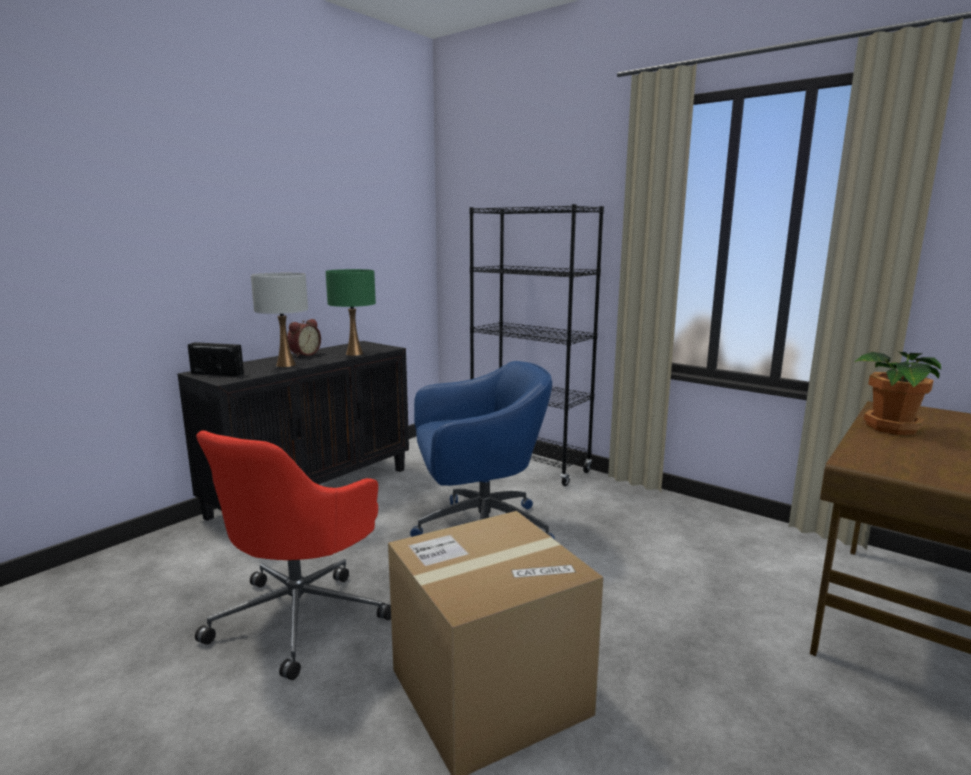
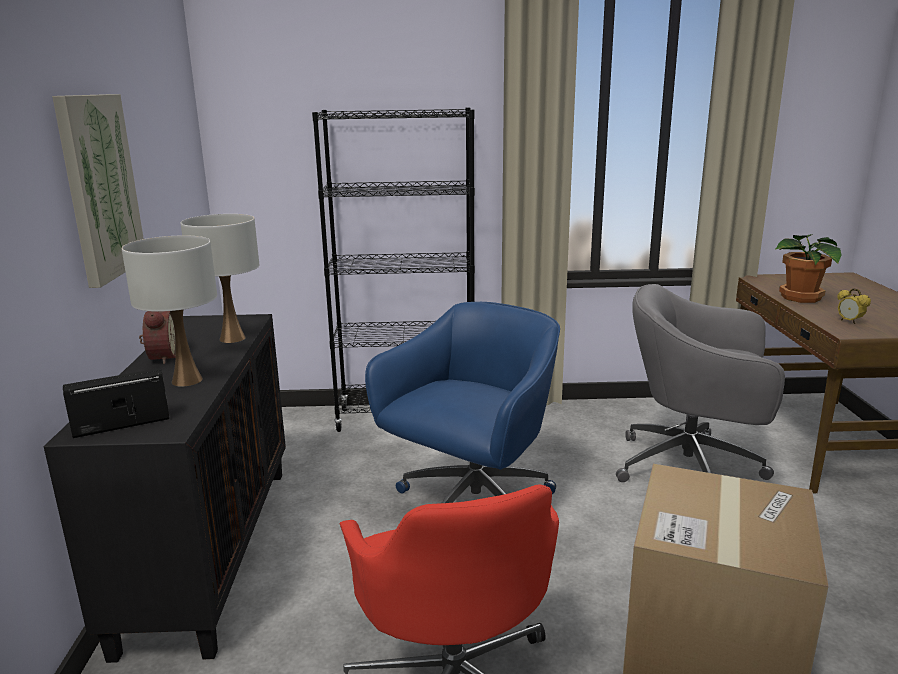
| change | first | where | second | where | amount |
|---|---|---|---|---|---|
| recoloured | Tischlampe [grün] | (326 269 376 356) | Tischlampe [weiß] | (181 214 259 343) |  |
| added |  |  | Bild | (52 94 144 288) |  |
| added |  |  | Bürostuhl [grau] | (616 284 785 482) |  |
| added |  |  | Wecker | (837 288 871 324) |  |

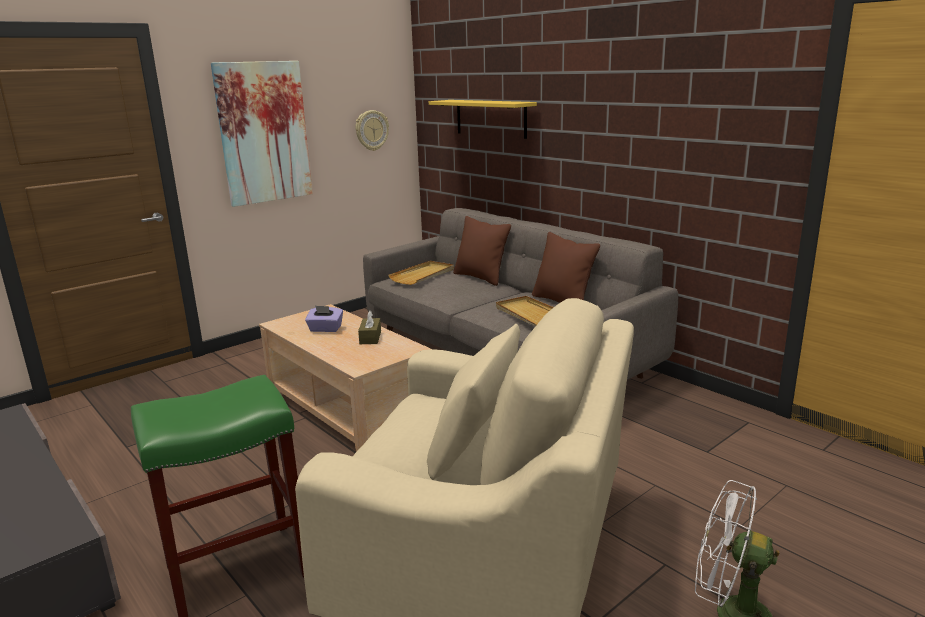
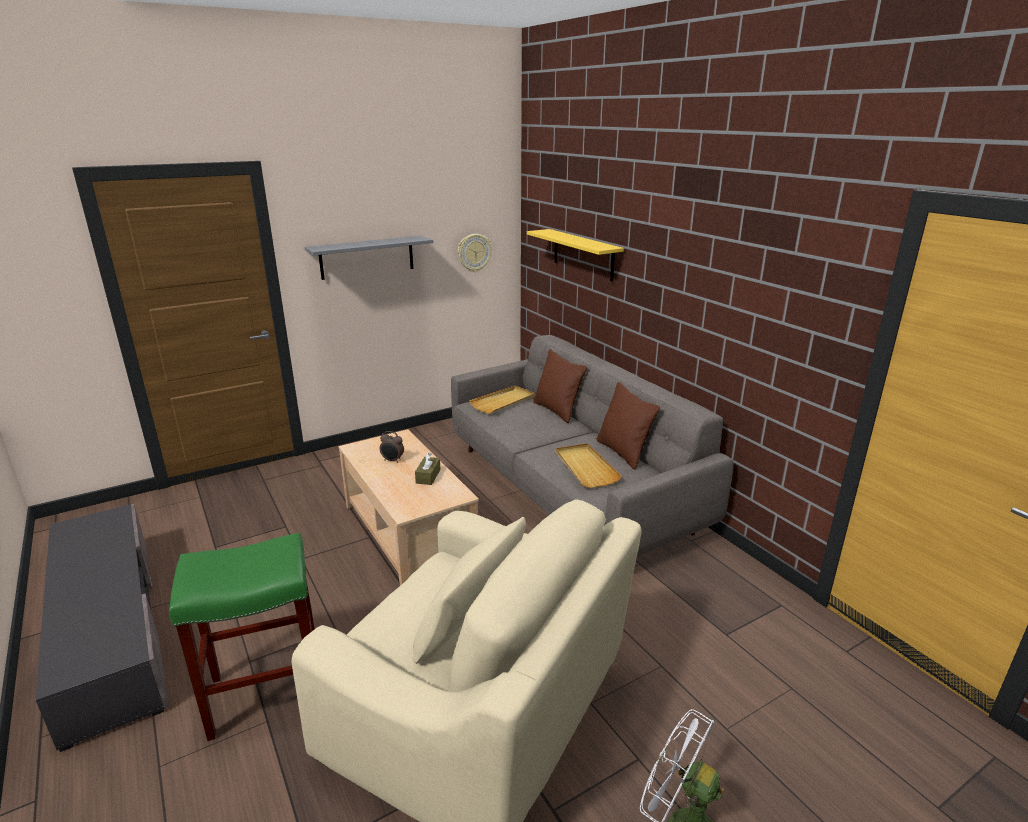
| change | first | where | second | where | amount |
|---|---|---|---|---|---|
| replaced | Bild | (211 61 313 207) | Wandregal [grau] | (304 236 433 280) |  |
| replaced | Taschentuchbox [lila] | (305 306 343 332) | Wecker | (380 431 404 463) |  |

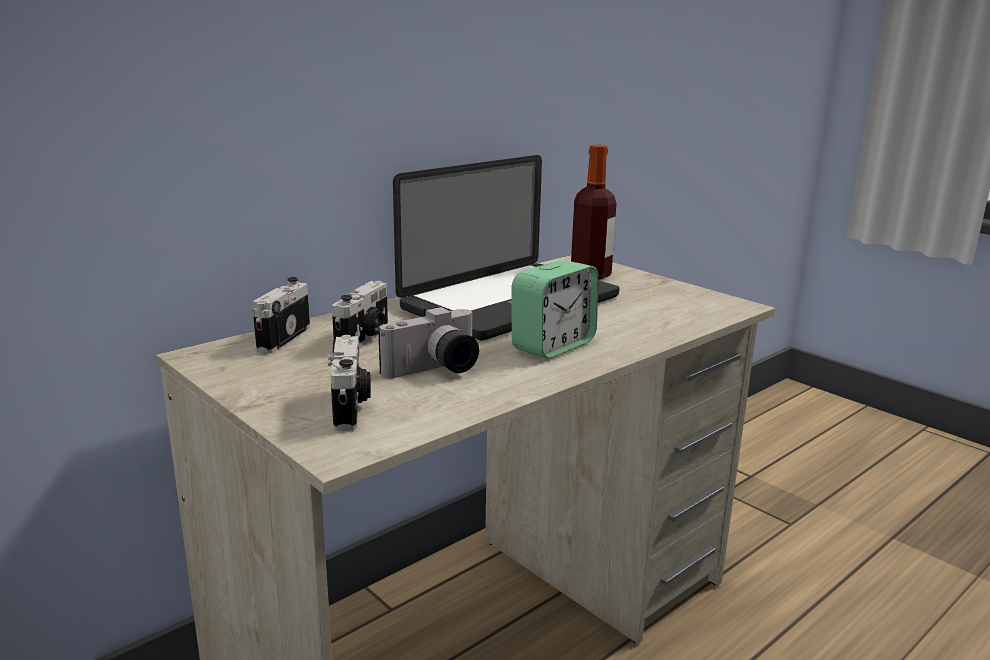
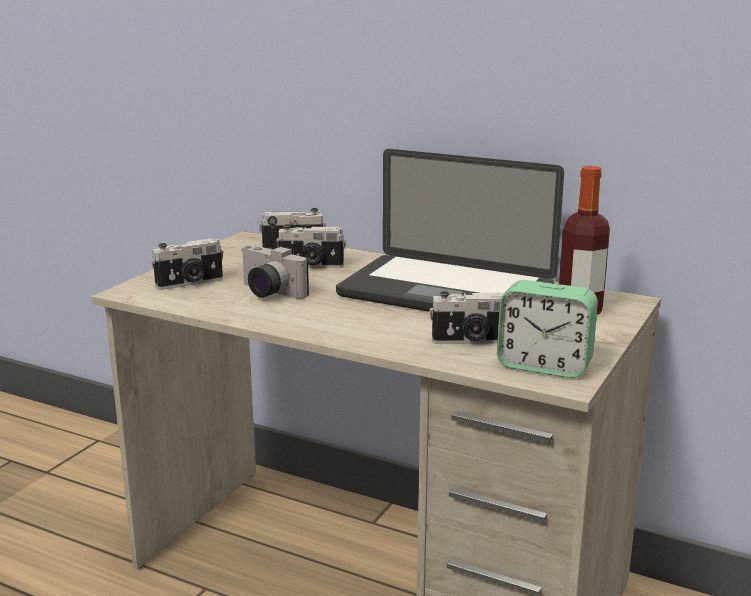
| change | first | where | second | where | amount |
|---|---|---|---|---|---|
| moved | Wecker | (512 260 599 359) |  | (497 280 598 378) |  |
| added |  |  | Kamera | (430 291 504 344) |  |

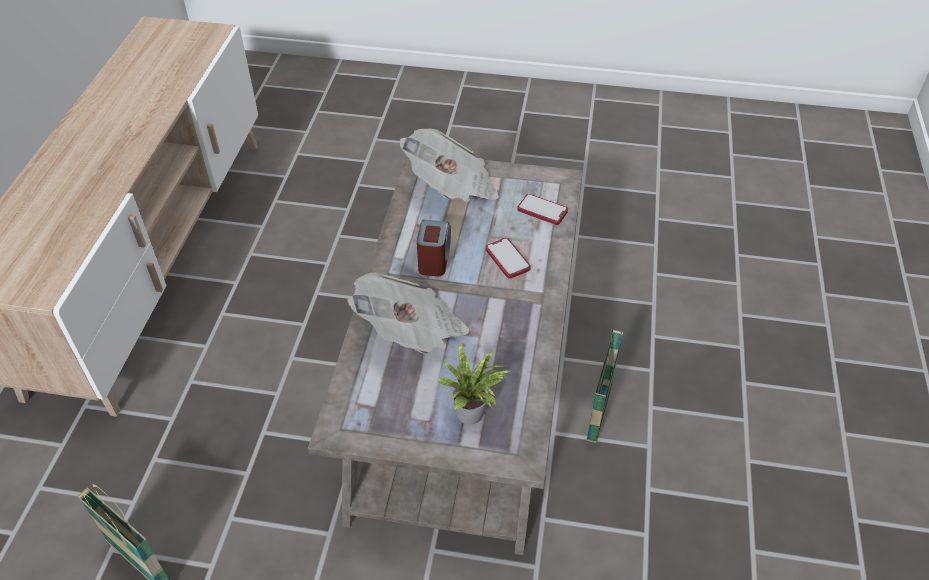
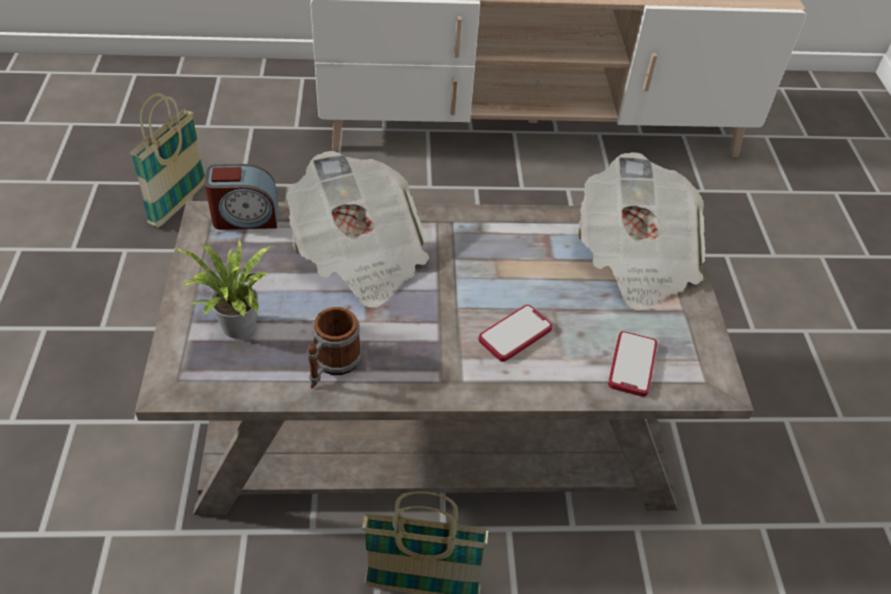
| change | first | where | second | where | amount |
|---|---|---|---|---|---|
| moved | Wecker | (417 220 451 276) |  | (204 164 278 230) |  |
| added |  |  | Henkelbecher | (307 307 362 389) |  |

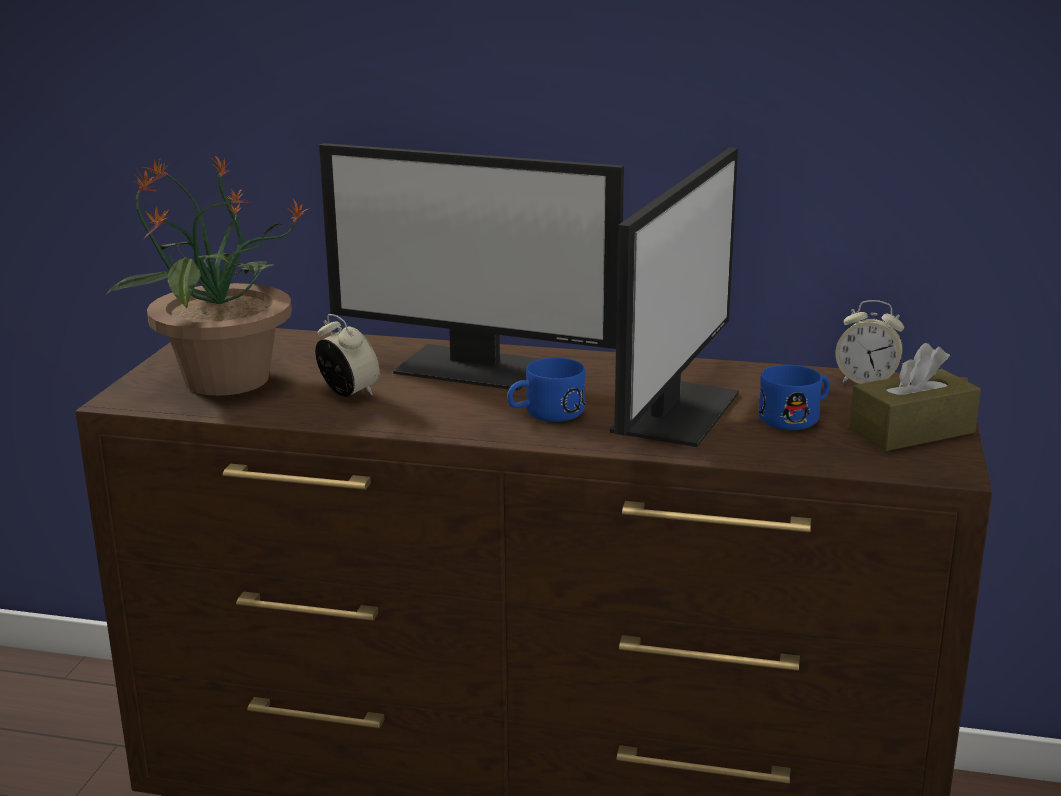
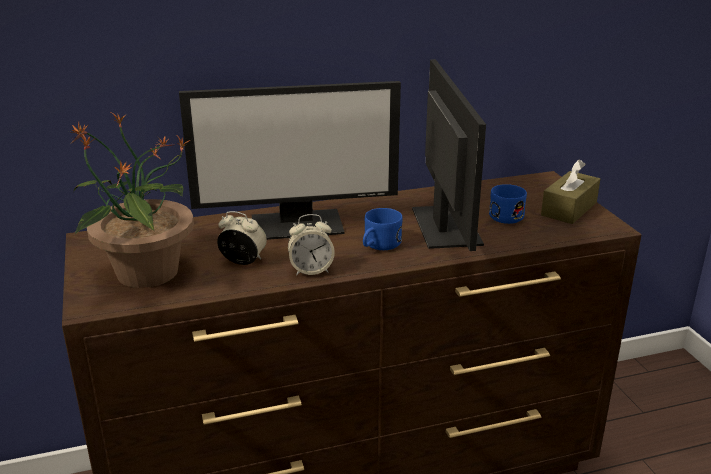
| change | first | where | second | where | amount |
|---|---|---|---|---|---|
| moved | Wecker | (836 300 904 384) |  | (288 214 335 276) |  |

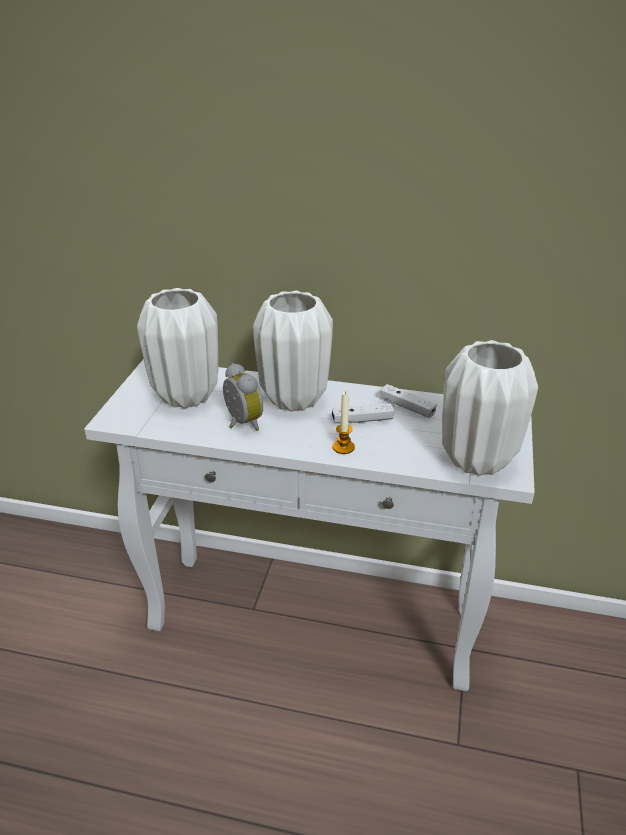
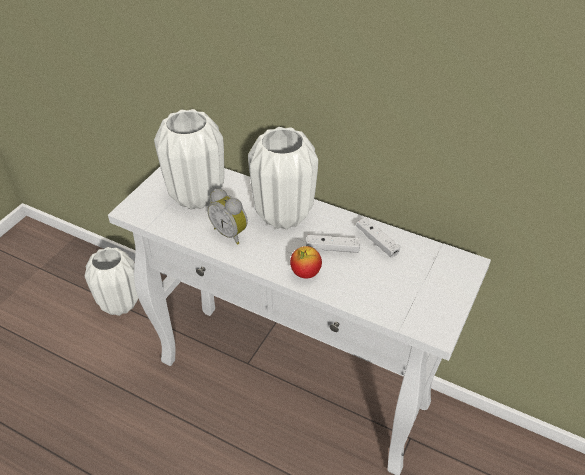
| change | first | where | second | where | amount |
|---|---|---|---|---|---|
| moved | Vase [weiß] | (442 340 538 476) |  | (84 247 138 316) |  |
| turned | Wecker | (223 363 263 431) |  | (207 189 248 245) | 150 degrees clockwise |
| replaced | Kerze | (333 392 355 454) | Apfel | (290 246 322 278) |  |

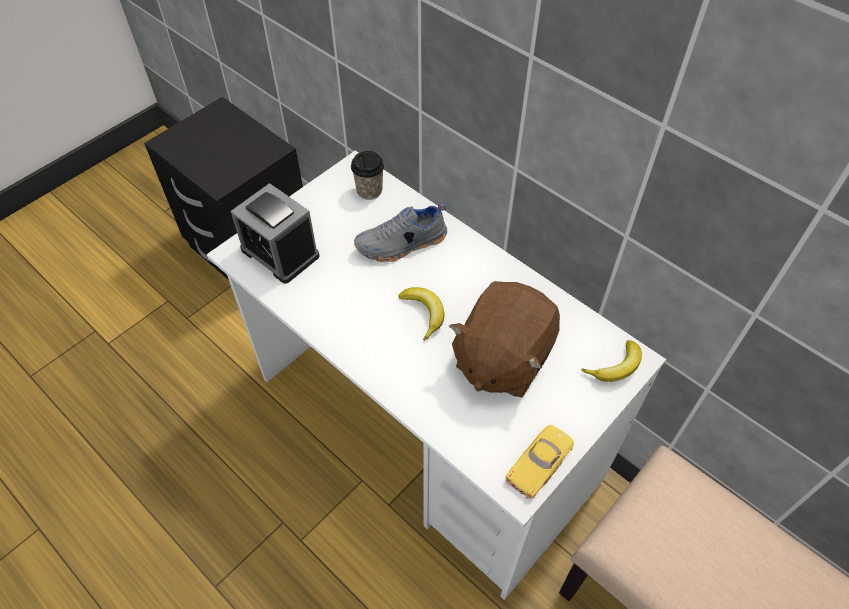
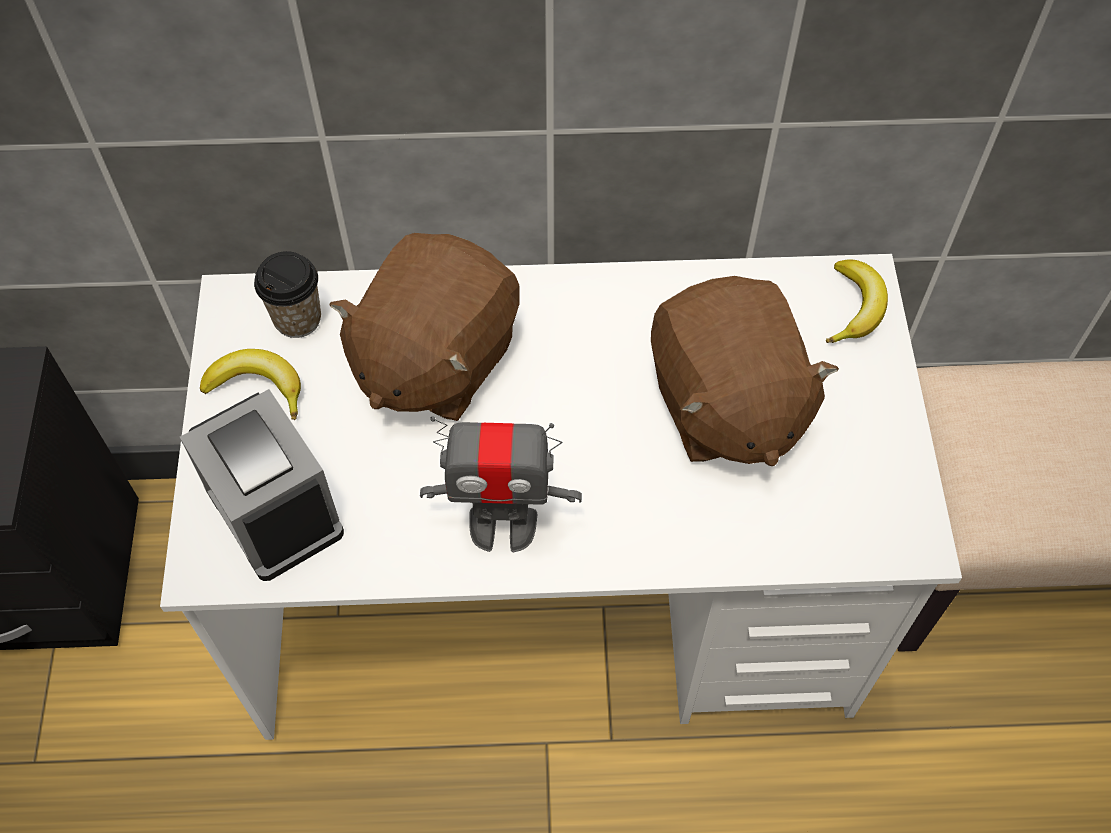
| change | first | where | second | where | amount |
|---|---|---|---|---|---|
| turned | Wecker | (231 183 320 284) |  | (180 389 344 581) | 60 degrees clockwise |
| replaced | Schuh [grau] | (354 203 447 262) | Plüschtier [braun] | (329 233 520 421) |  |
| moved | Banane | (399 287 444 341) |  | (200 349 301 420) |  |
| removed | Spielzeugauto [gelb] | (505 424 574 499) |  |  |  |
| added |  |  | Spielzeugroboter | (420 416 582 552) |  |

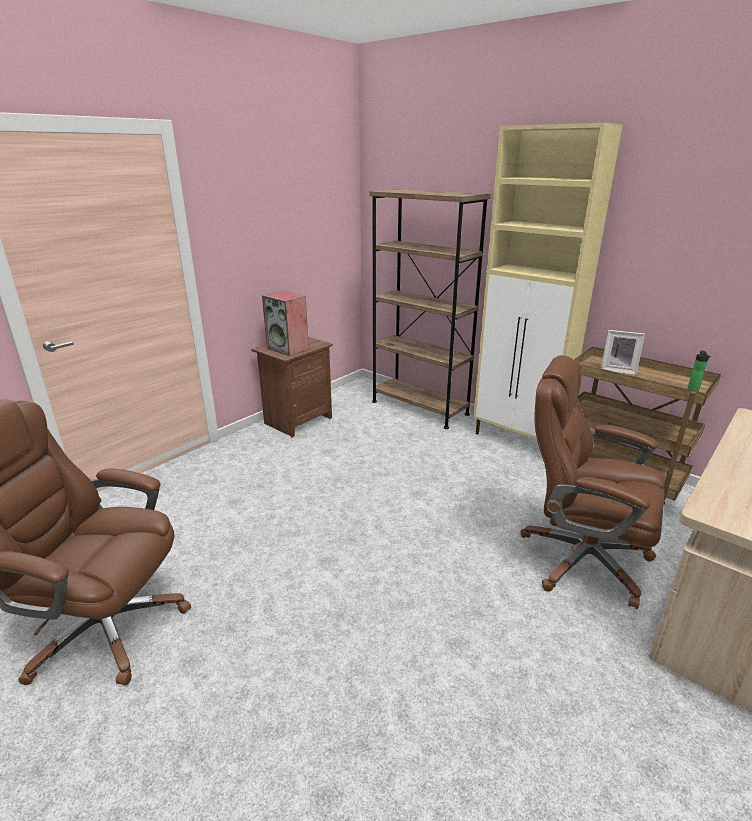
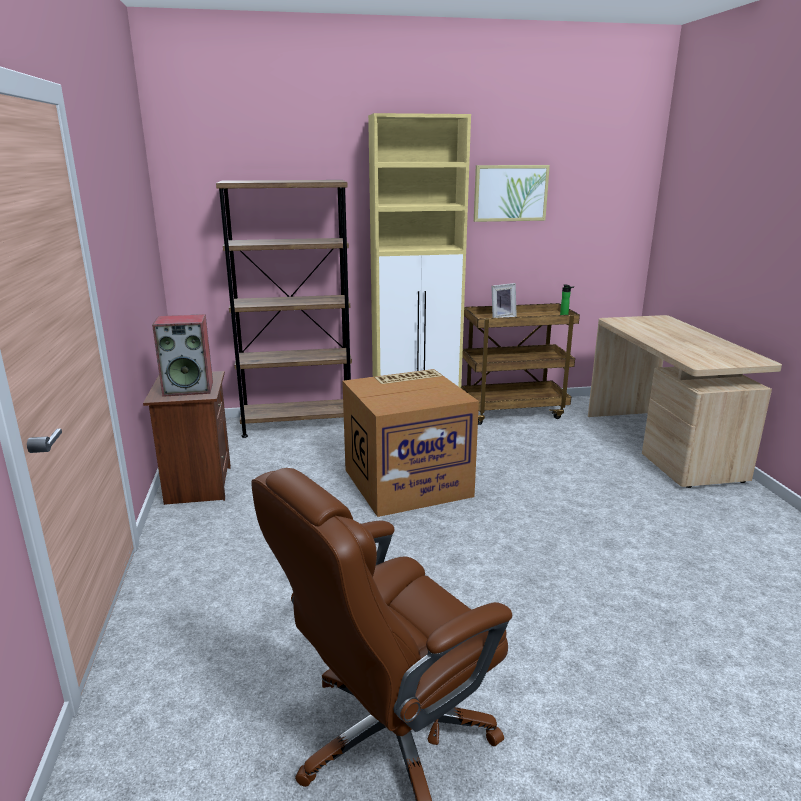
| change | first | where | second | where | amount |
|---|---|---|---|---|---|
| removed | Bürostuhl [braun] | (521 355 665 609) |  |  |  |
| added |  |  | Bild | (474 165 550 222) |  |
| added |  |  | Karton | (342 369 479 517) |  |

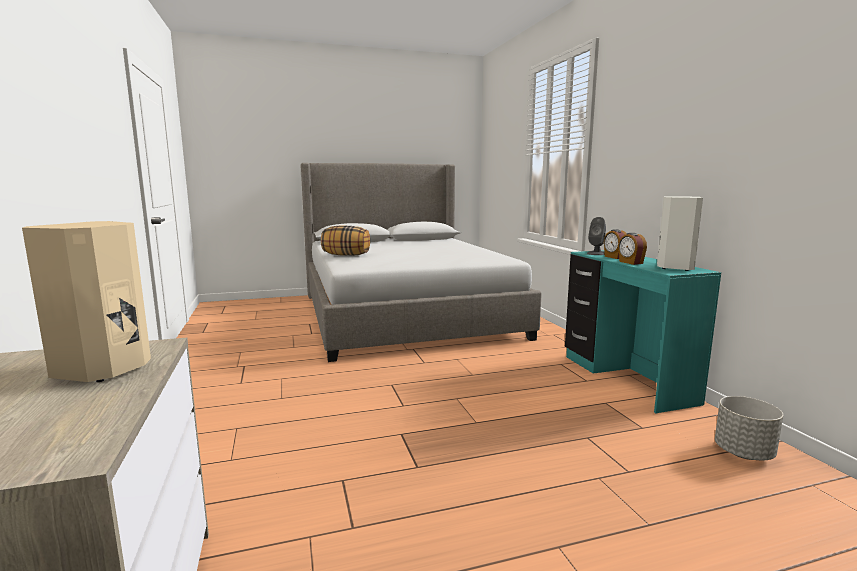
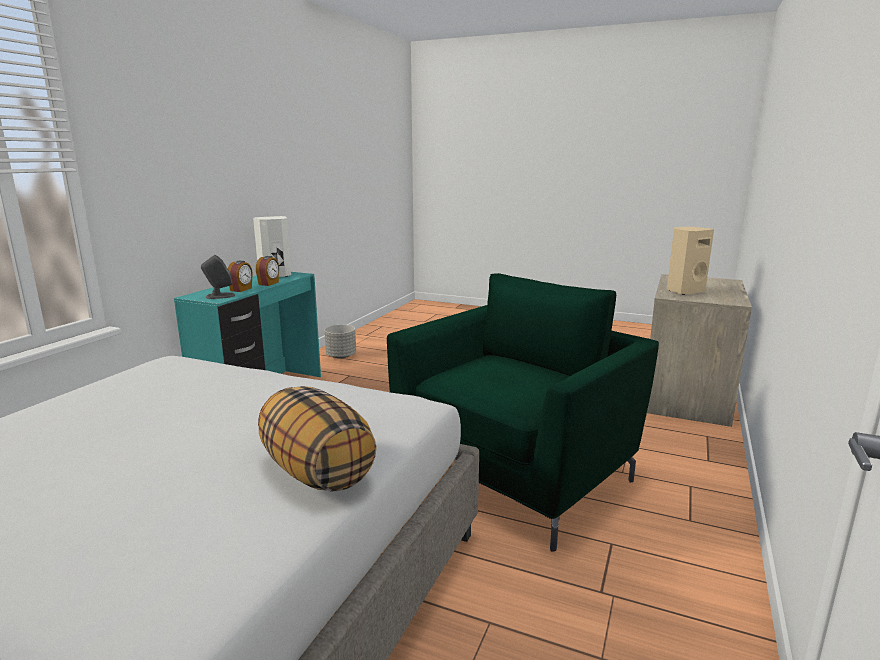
| change | first | where | second | where | amount |
|---|---|---|---|---|---|
| added |  |  | Sessel [grün] | (387 273 659 552) |  |

